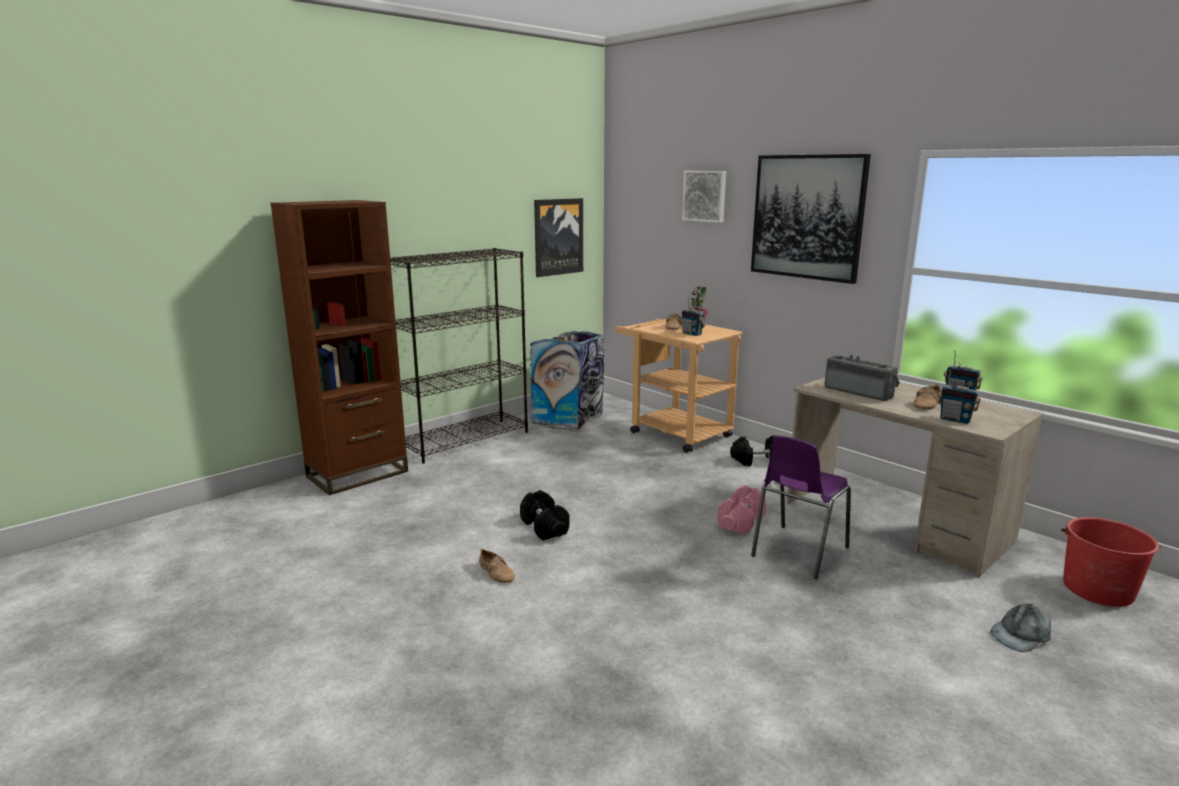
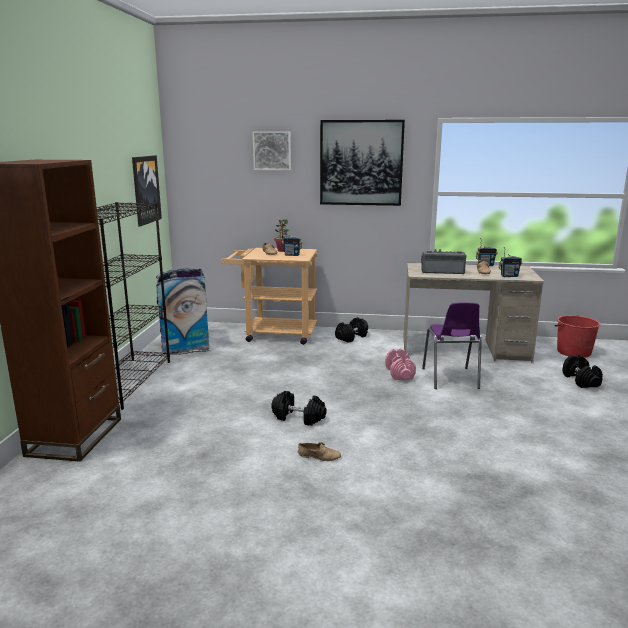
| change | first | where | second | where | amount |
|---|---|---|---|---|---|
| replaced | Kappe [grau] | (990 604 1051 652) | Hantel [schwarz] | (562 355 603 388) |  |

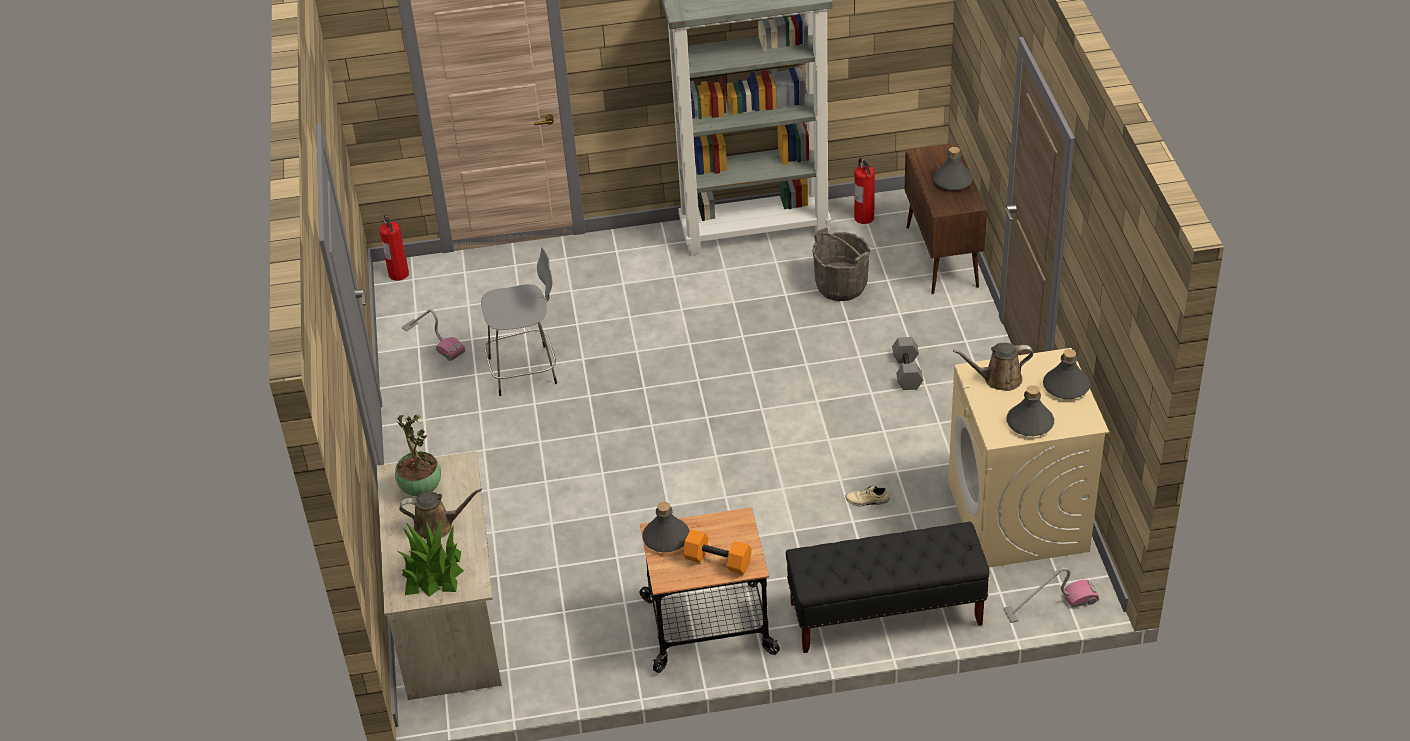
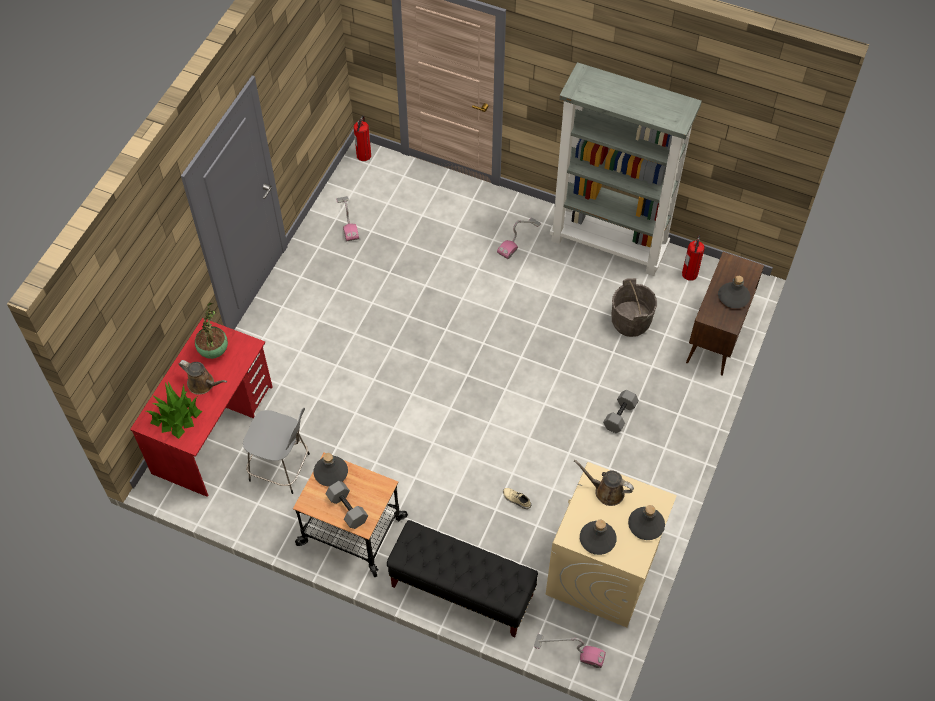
| change | first | where | second | where | amount |
|---|---|---|---|---|---|
| moved | Hocker [grau] | (481 247 557 396) |  | (243 408 310 494) |  |
| recoloured | Schreibtisch [beige] | (377 451 502 700) | Schreibtisch [rot] | (130 318 273 497) |  |
| recoloured | Hantel [orange] | (683 529 752 575) | Hantel [grau] | (326 481 368 529) |  |
| added |  |  | Staubsauger | (497 218 541 259) |  |

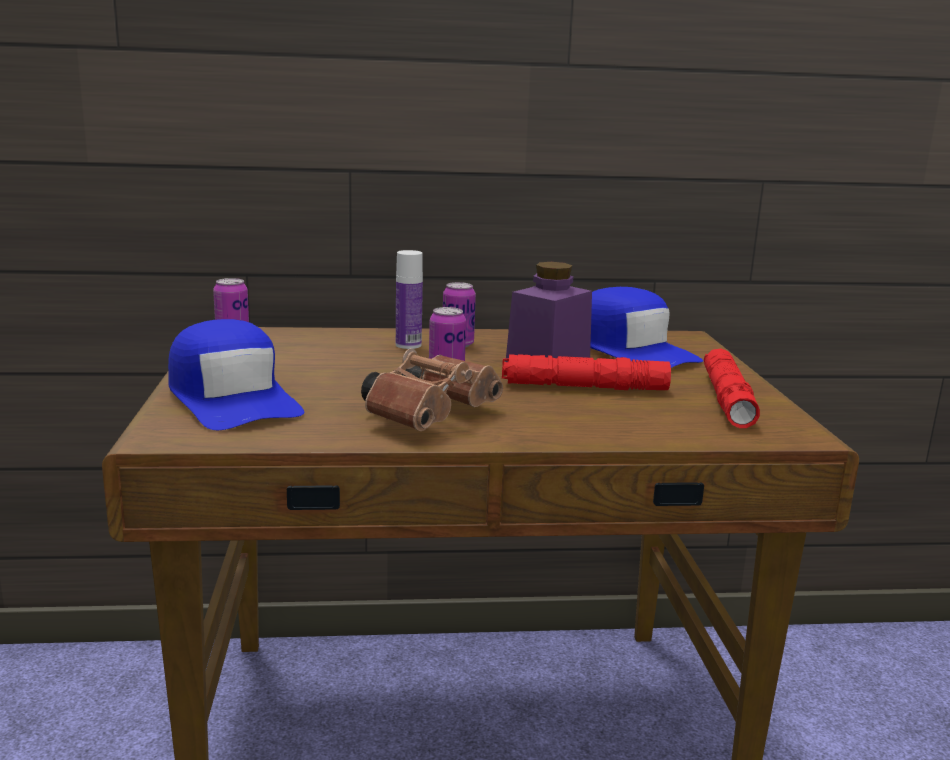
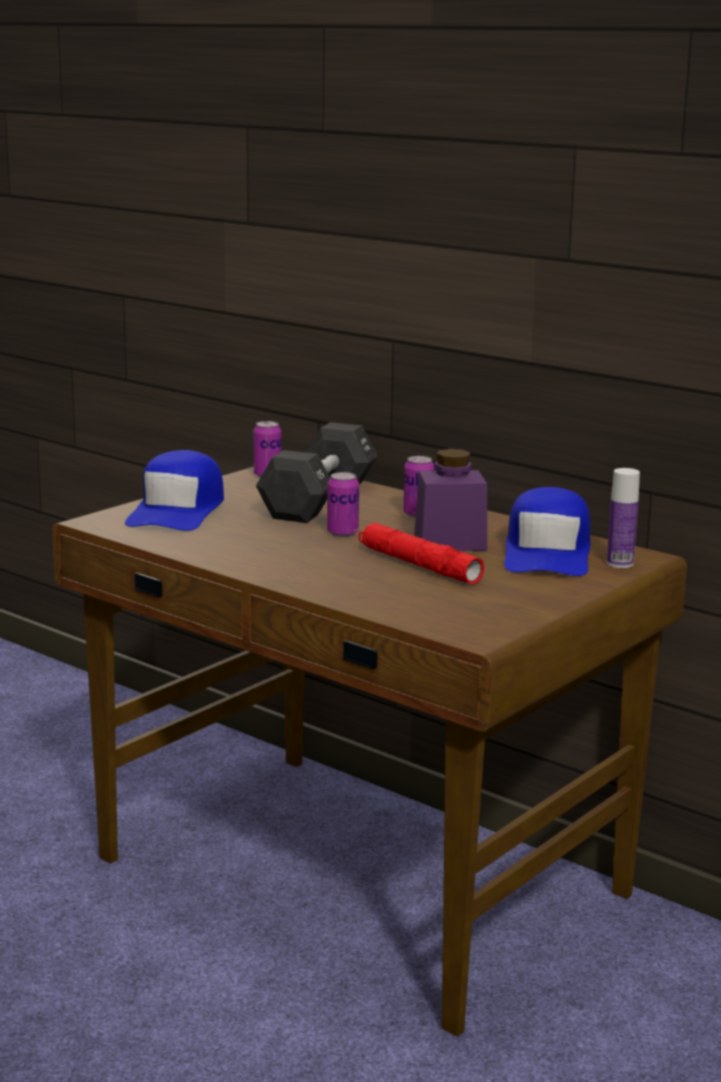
| change | first | where | second | where | amount |
|---|---|---|---|---|---|
| moved | Flasche | (396 250 423 349) |  | (607 468 640 568) |  |
| removed | Fernglas [braun] | (361 348 503 431) |  |  |  |
| removed | Taschenlampe [rot] | (704 348 760 428) |  |  |  |
| added |  |  | Hantel [schwarz] | (256 422 378 523) |  |

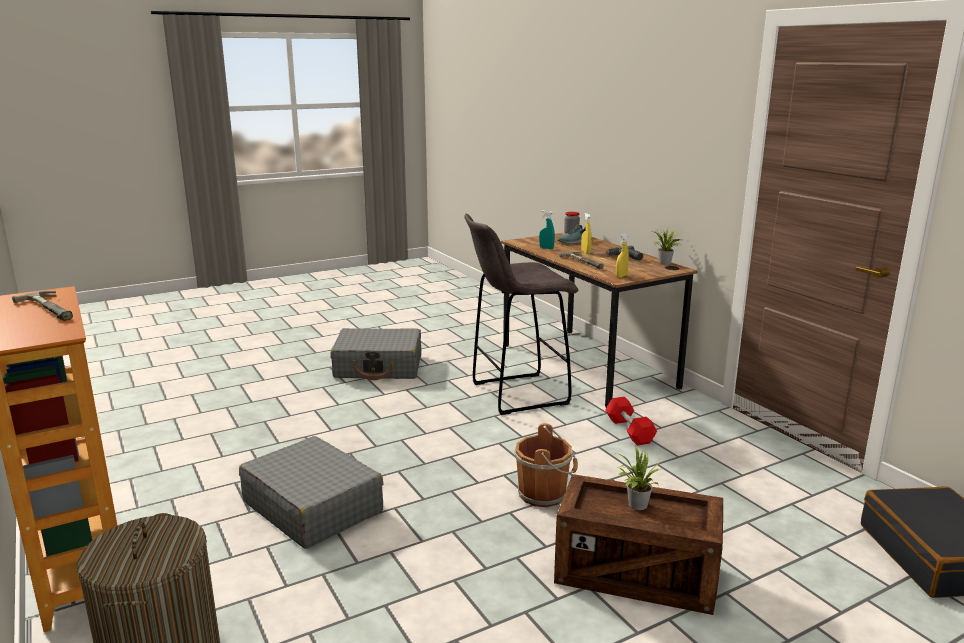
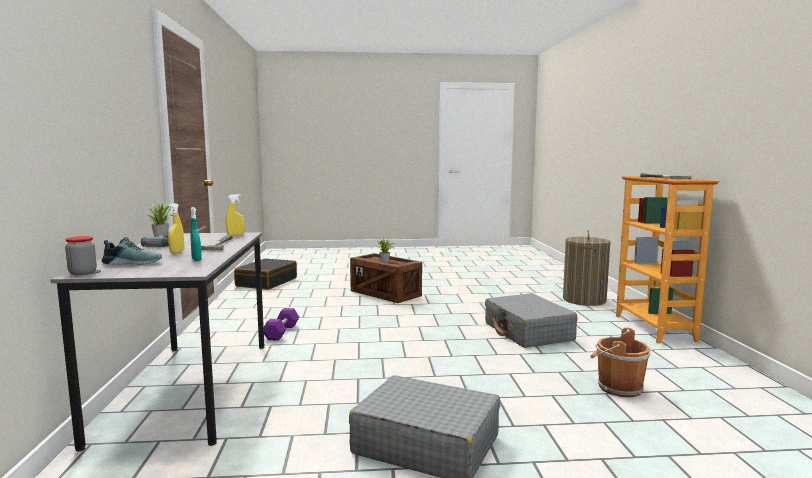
| change | first | where | second | where | amount |
|---|---|---|---|---|---|
| removed | Hocker [grau] | (464 214 579 415) |  |  |  |
| recoloured | Schreibtisch [braun] | (501 233 698 408) | Schreibtisch [grau] | (50 232 265 451) |  |
| recoloured | Hantel [rot] | (605 397 657 445) | Hantel [lila] | (264 308 299 341) |  |
| moved | Eimer [braun] | (515 423 578 507) |  | (590 327 651 397) |  |

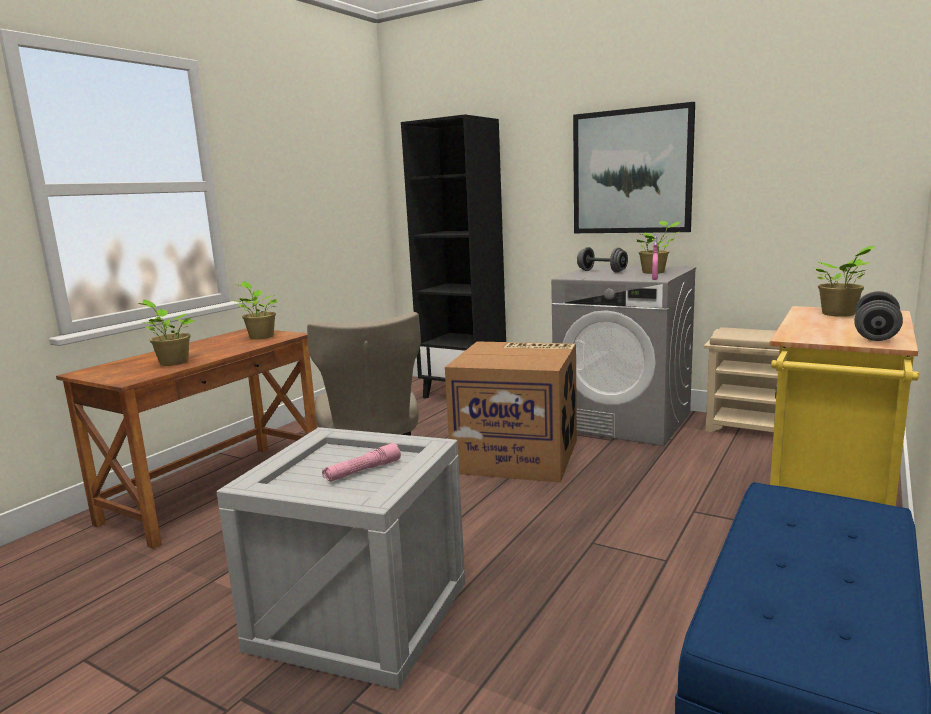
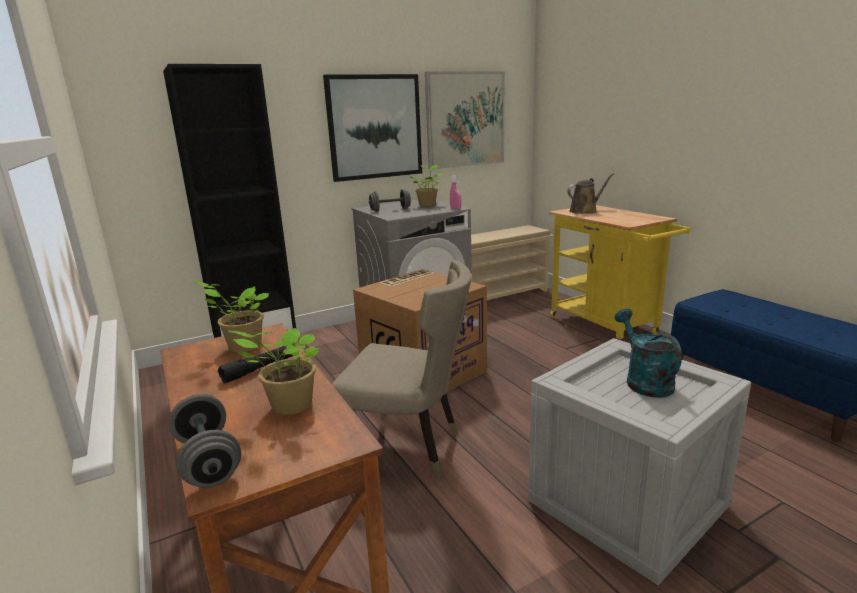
| change | first | where | second | where | amount |
|---|---|---|---|---|---|
| replaced | Topfpflanze | (816 246 874 317) | Gießkanne [braun] | (567 173 614 214) |  |
| moved | Hantel [grau] | (855 291 903 341) |  | (169 394 241 488) |  |
| replaced | Taschenlampe [rosa] | (322 443 401 482) | Gießkanne [türkis] | (615 309 682 398) |  |
| added |  |  | Bild | (425 71 505 169) |  |
| added |  |  | Taschenlampe [schwarz] | (218 346 294 383) |  |

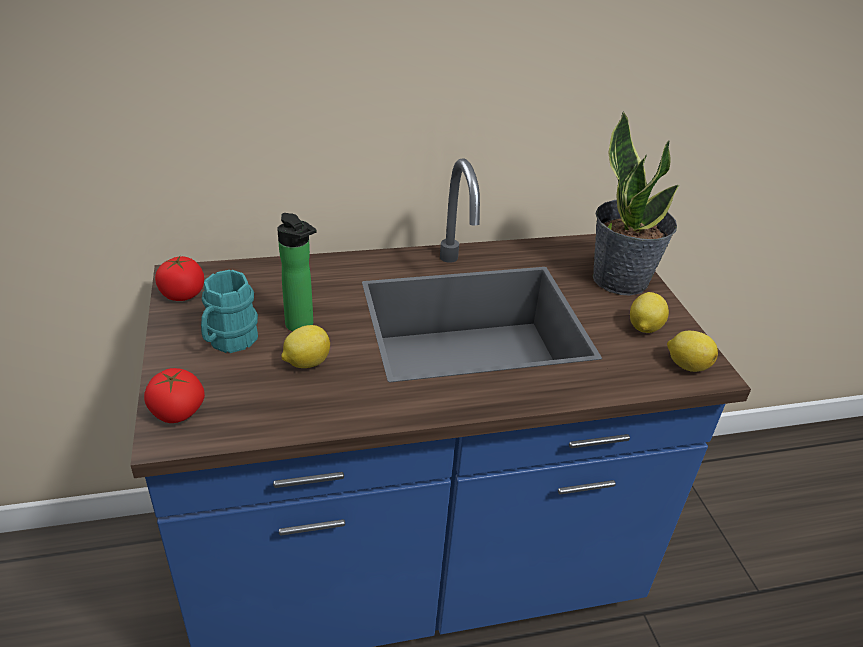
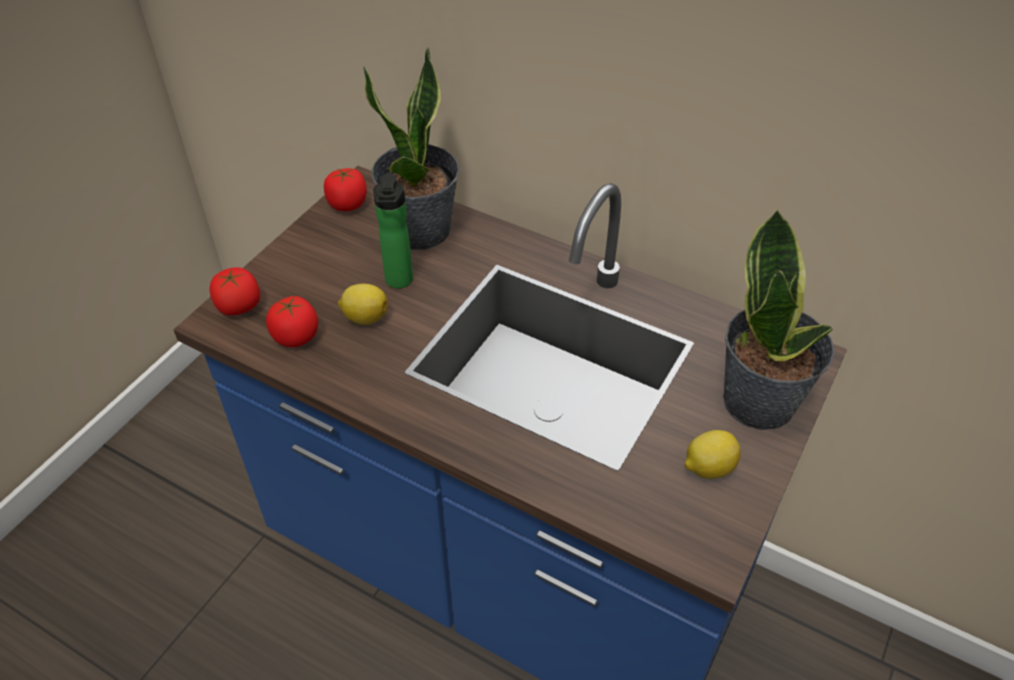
| change | first | where | second | where | amount |
|---|---|---|---|---|---|
| removed | Henkelbecher [türkis] | (201 270 258 353) |  |  |  |
| removed | Zitrone | (667 331 718 372) |  |  |  |
| added |  |  | Topfpflanze | (363 47 459 250) |  |
| added |  |  | Tomate | (266 296 318 347) |  |

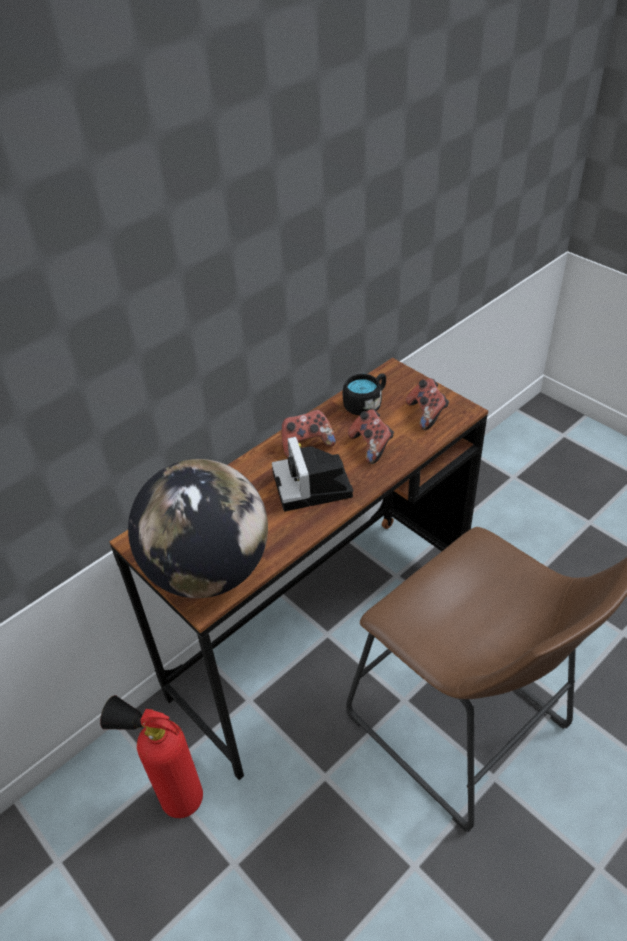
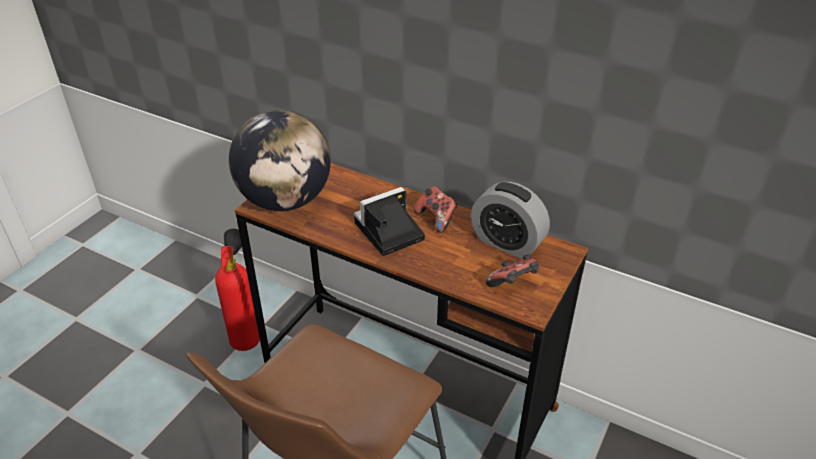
| change | first | where | second | where | amount |
|---|---|---|---|---|---|
| replaced | Henkelbecher [schwarz] | (343 373 386 415) | Wecker | (471 182 550 258) |  |
| removed | Gamepad | (348 409 394 464) |  |  |  |

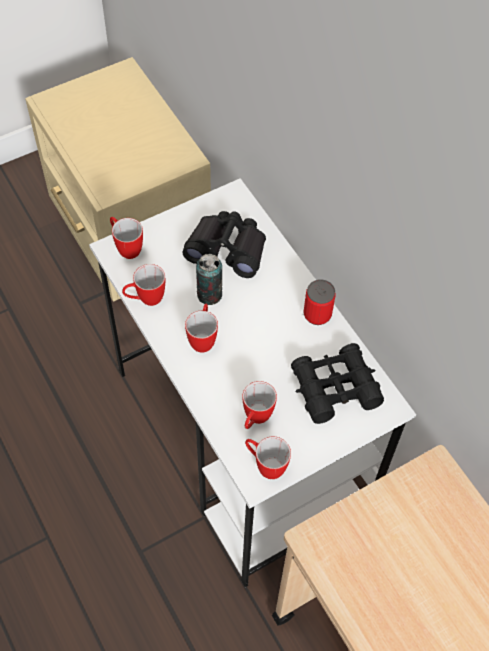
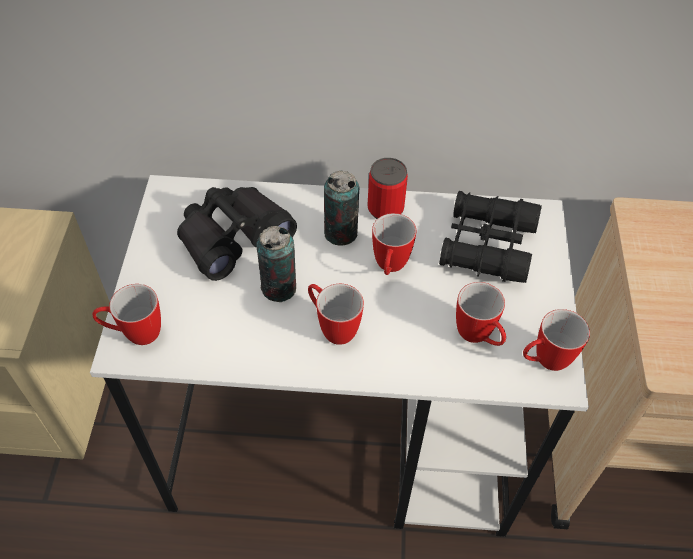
| change | first | where | second | where | amount |
|---|---|---|---|---|---|
| moved | Henkelbecher | (122 264 165 306) |  | (372 213 416 275) |  |
| added |  |  | Dose | (324 171 359 245) |  |

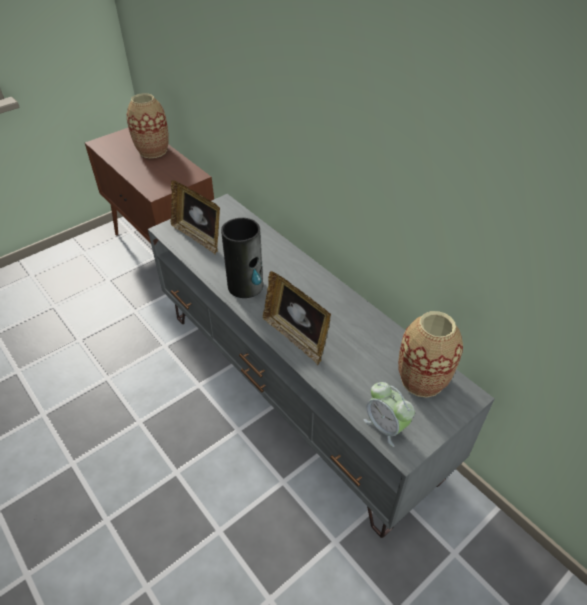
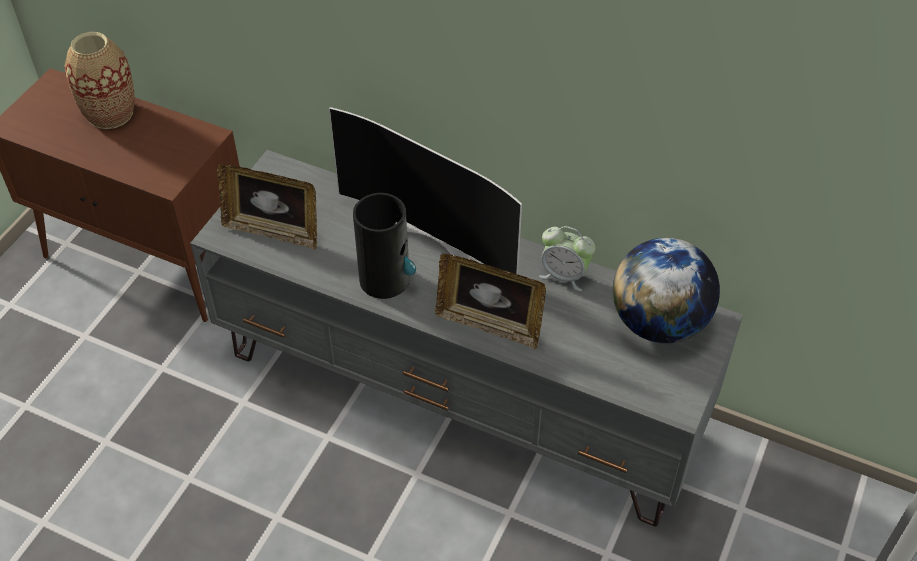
| change | first | where | second | where | amount |
|---|---|---|---|---|---|
| replaced | Vase | (398 311 463 398) | Globus | (613 238 720 343) |  |
| moved | Wecker | (364 382 415 447) |  | (539 226 595 291) |  |
| added |  |  | Fernseher | (329 107 522 274) |  |

